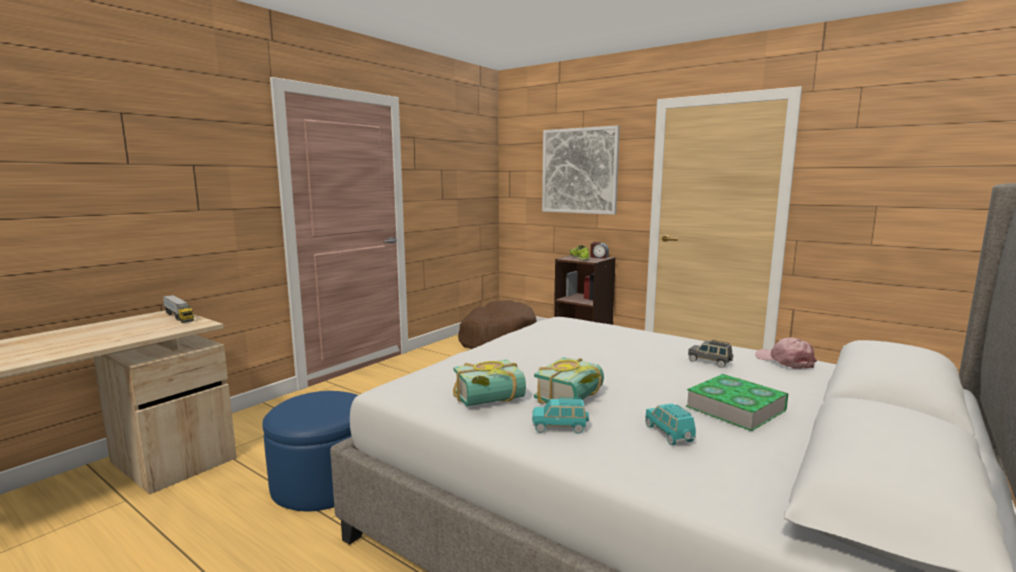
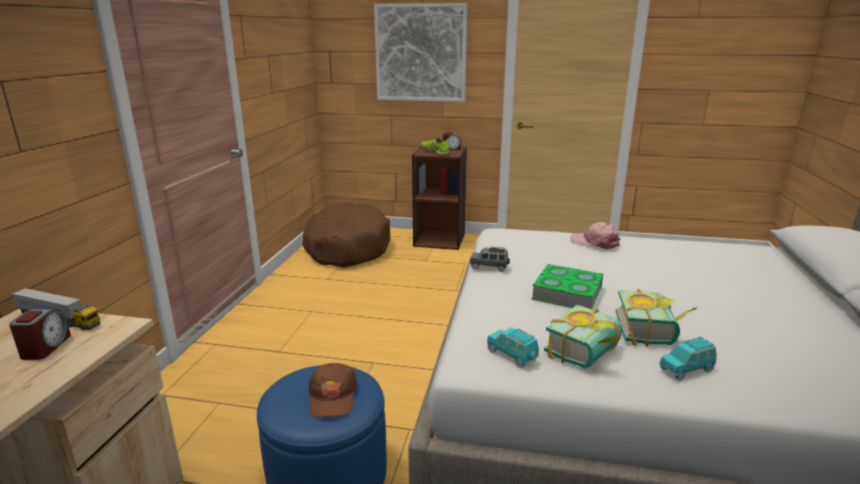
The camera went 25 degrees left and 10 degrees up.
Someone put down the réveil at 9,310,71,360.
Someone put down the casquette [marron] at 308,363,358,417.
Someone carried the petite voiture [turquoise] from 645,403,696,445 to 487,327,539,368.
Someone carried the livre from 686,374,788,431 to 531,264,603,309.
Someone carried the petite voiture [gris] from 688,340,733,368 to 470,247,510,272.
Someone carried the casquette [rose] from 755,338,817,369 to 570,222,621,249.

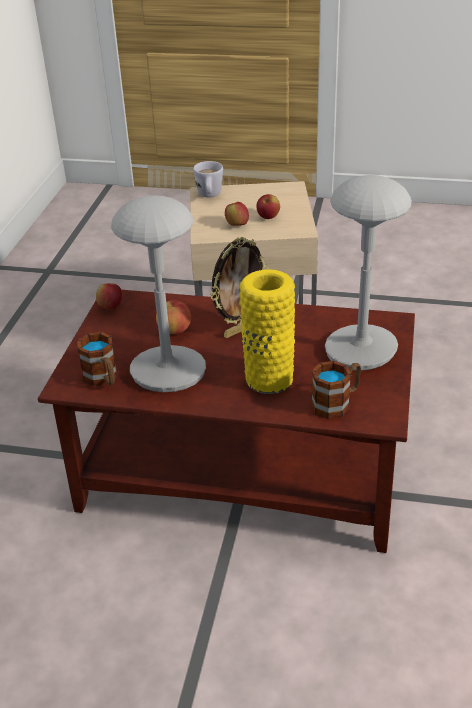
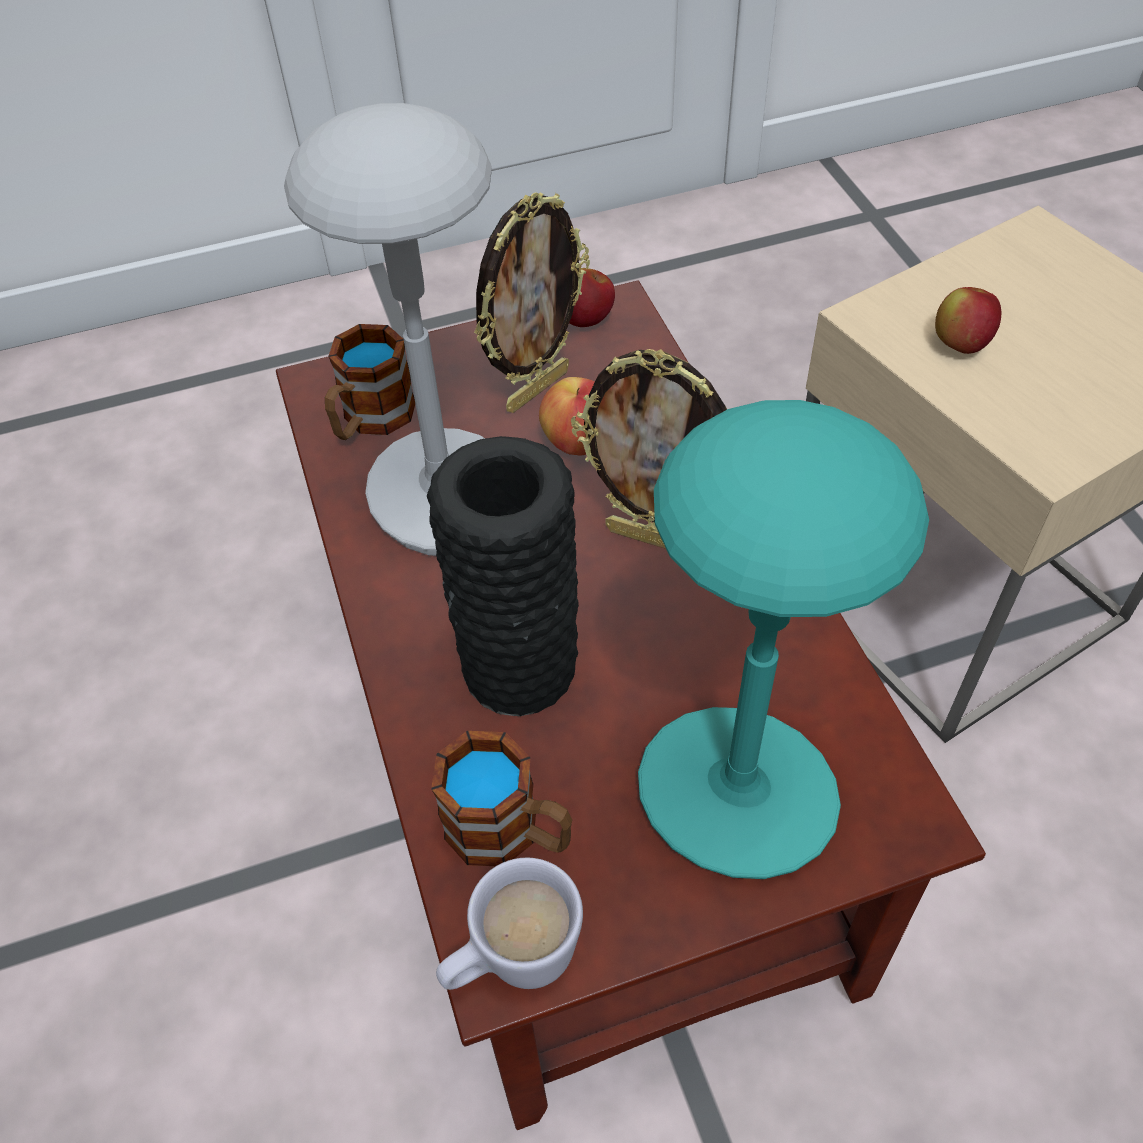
The camera went 60 degrees right and 15 degrees up.
Someone took away the pomme at 256,194,280,219.
Someone put down the cadre photo at 474,192,590,413.
Someone carried the mug [blanc] from 193,161,223,198 to 436,857,583,990.
Someone repainted the vase [jaune] at 240,269,295,394, which became the vase [noir] at 427,436,579,716.
Someone repainted the lampe de table [gris] at 325,175,412,371, which became the lampe de table [turquoise] at 638,400,929,879.

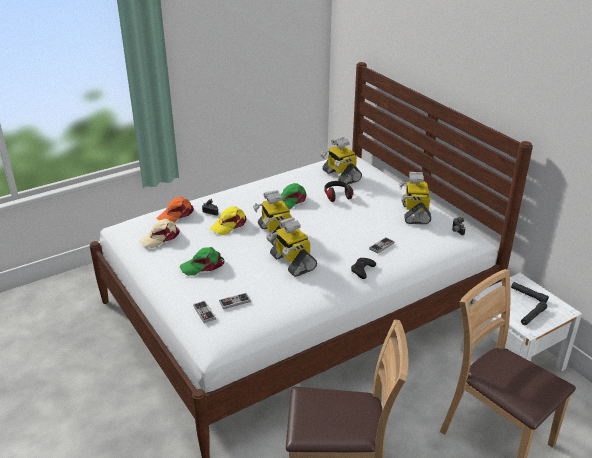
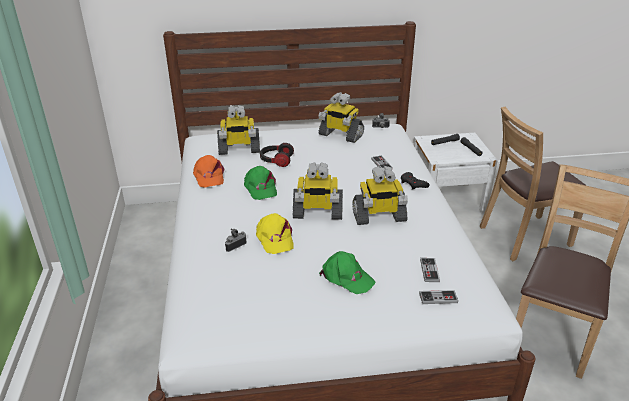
The camera went 65 degrees left and 0 degrees up.
Someone took away the casquette [beige] at 140,219,180,248.
Someone carried the casquette [orange] from 157,197,194,223 to 193,155,224,187.
Someone rotated the casquette [vert] at 180,247,224,276 by 60 degrees counterclockwise.

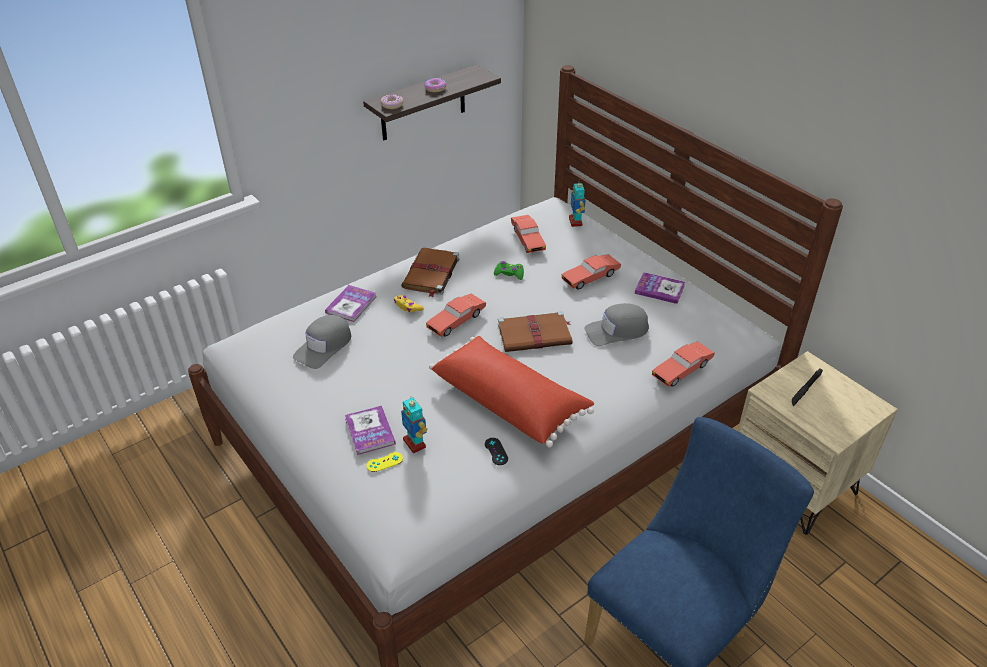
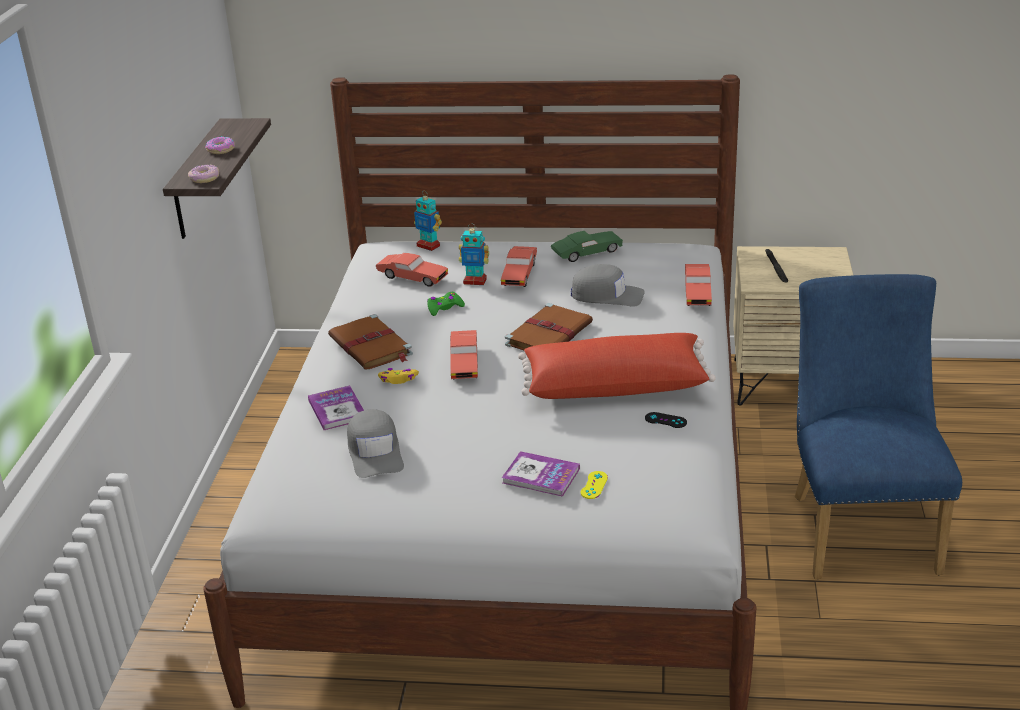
The camera went 45 degrees left and 10 degrees down.
Someone carried the robot jouet from 401,397,427,453 to 459,223,489,285.
Someone swapped the livre at 635,272,685,304 for the petite voiture [vert] at 551,231,623,262.
Someone rotated the casquette [gris] at 585,303,649,346 by 105 degrees counterclockwise.

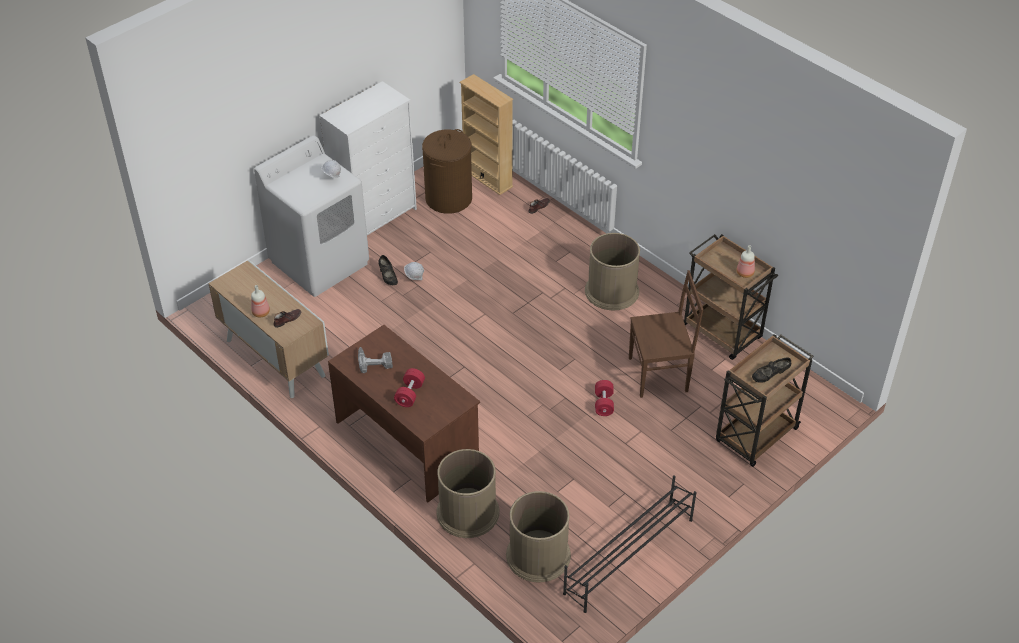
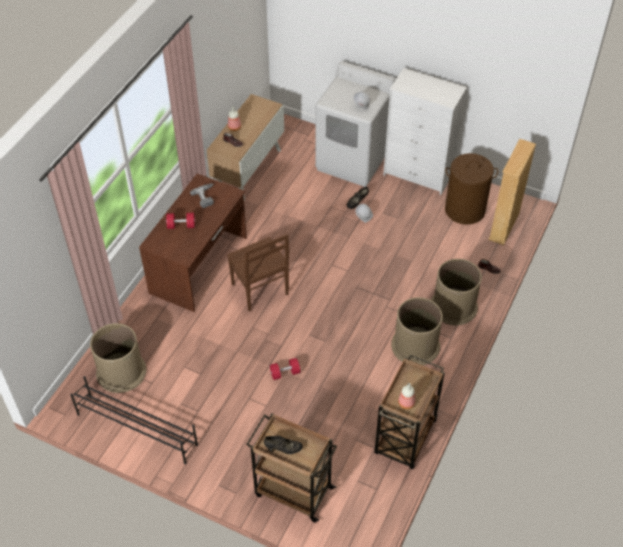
The camera went 70 degrees right and 5 degrees up.
Someone carried the poubelle [marron] from 436,449,500,538 to 431,259,482,325.
Someone carried the chaise [marron] from 629,270,703,398 to 227,234,289,311.
Someone rotated the chaussure [noir] at 752,358,791,383 by 135 degrees clockwise.

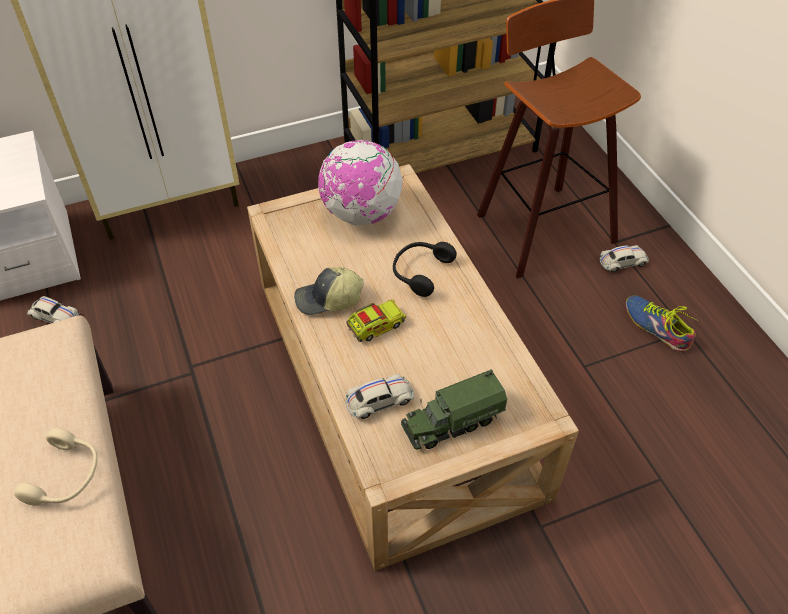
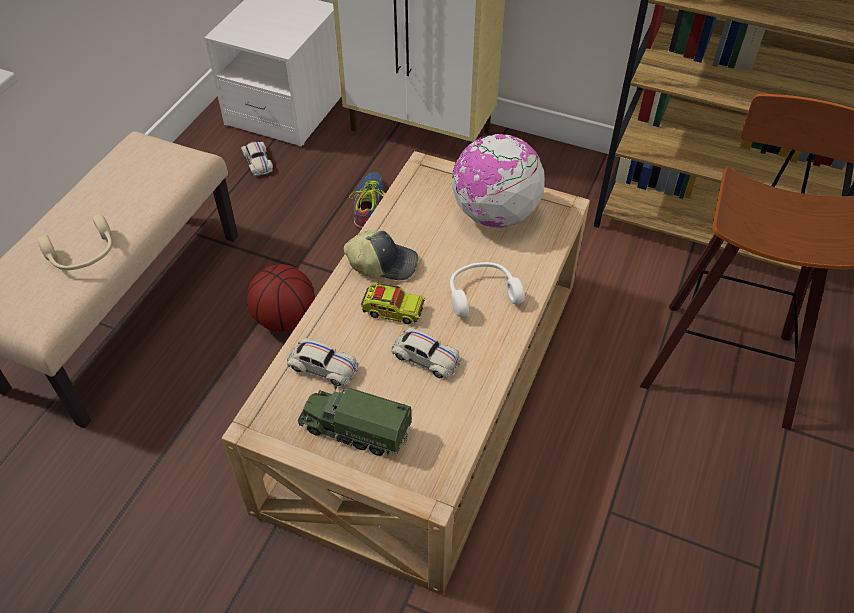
The camera went 45 degrees right and 0 degrees up.
Someone put down the ballon de basket at 247,264,315,332.
Someone carried the petite voiture [blanc] from 600,245,649,272 to 391,327,461,379.
Someone carried the chaussure from 626,296,698,352 to 349,172,385,229.
Someone repainted the casque audio [noir] at 393,242,457,297, which became the casque audio [blanc] at 450,262,525,317.
Someone rotated the casquette at 294,267,364,315 by 150 degrees clockwise.

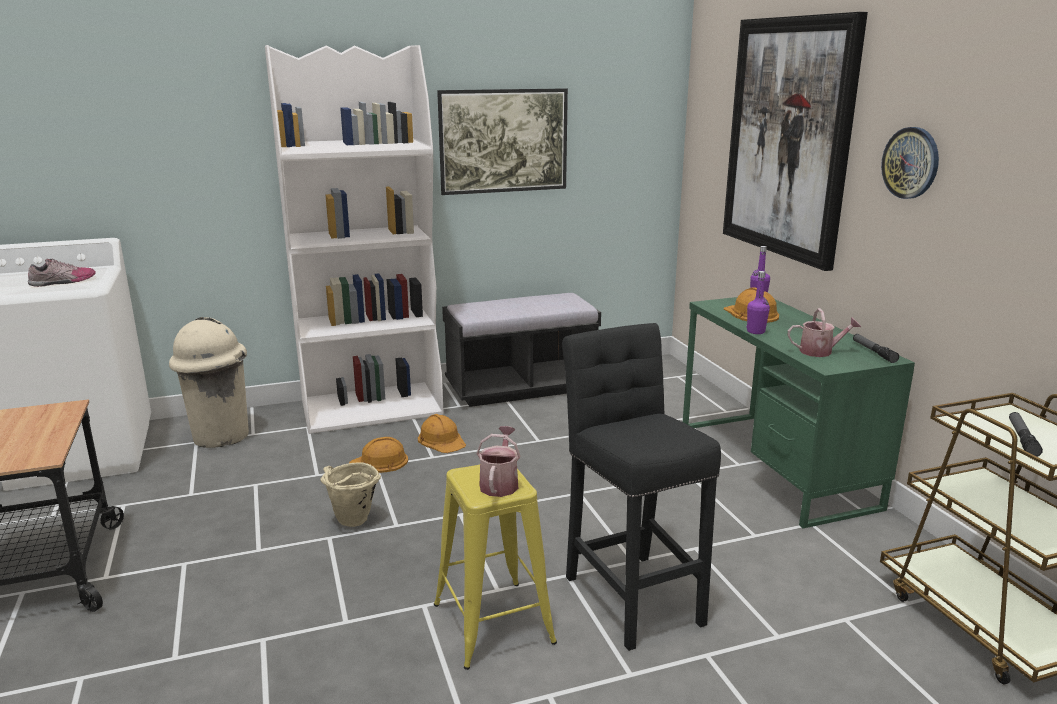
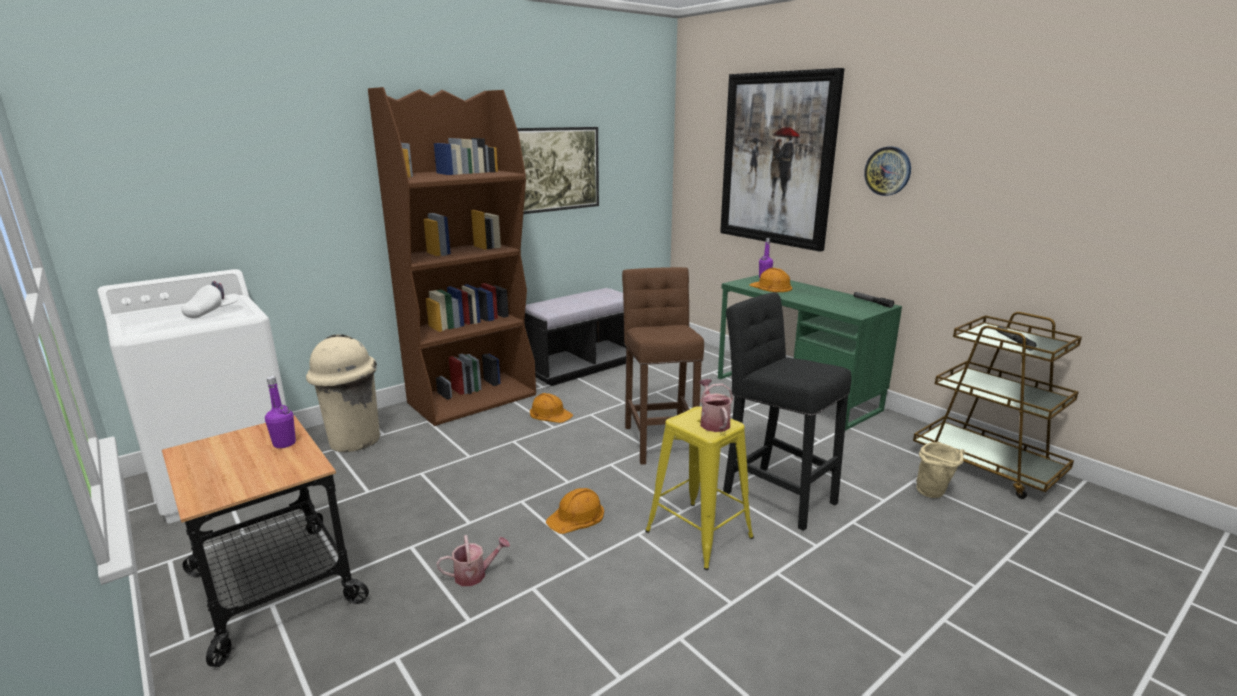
The camera went 20 degrees left and 0 degrees up.
Someone put down the tabouret [marron] at 622,267,704,465.
Someone carried the seau [beige] from 320,462,381,527 to 917,442,965,498.
Someone carried the casque de chantier [orange] from 349,437,408,473 to 546,488,604,534.
Someone carried the bouteille [violet] from 746,271,770,334 to 265,376,296,448.
Someone carried the arrosoir from 788,308,861,357 to 437,535,510,586.
Someone swapped the chaussure at 28,258,96,287 for the casquette [blanc] at 181,281,239,318.
Someone repainted the bibliothèque [blanc] at 265,45,444,434, which became the bibliothèque [marron] at 368,87,536,426.

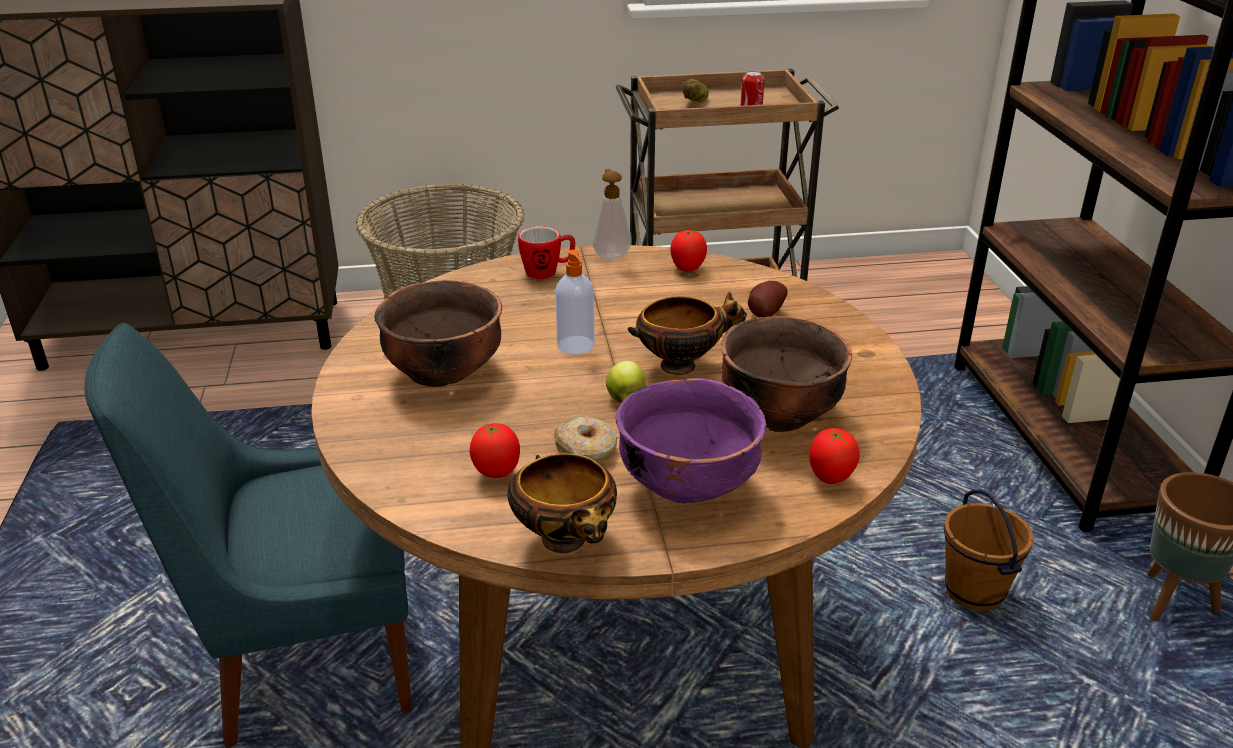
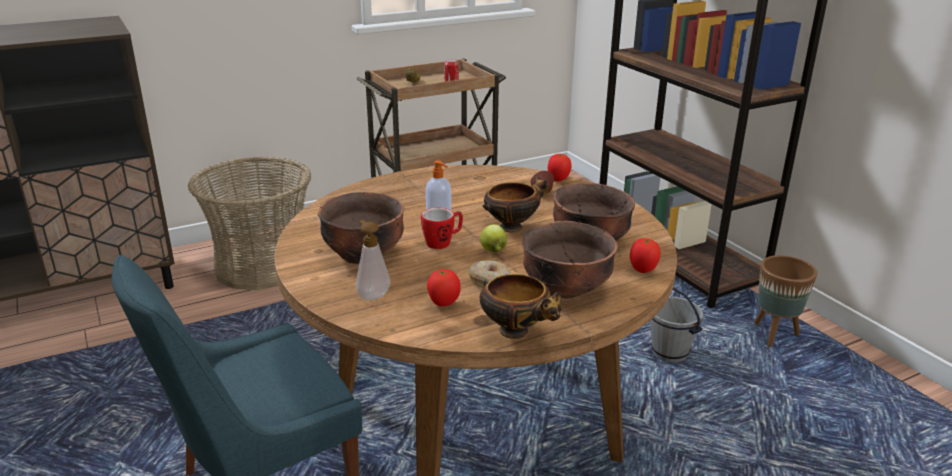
The camera went 20 degrees left and 5 degrees down.
Someone carried the mug from 518,226,575,279 to 421,208,463,249.
Someone carried the distributeur de savon from 593,169,632,259 to 356,220,390,300.
Someone carried the tomate from 670,230,707,272 to 548,154,572,181.
Someone repainted the bol [violet] at 615,378,767,504, which became the bol [marron] at 522,221,618,298.
Someone repainted the seau [marron] at 944,490,1034,611, which became the seau [gris] at 650,287,703,362.

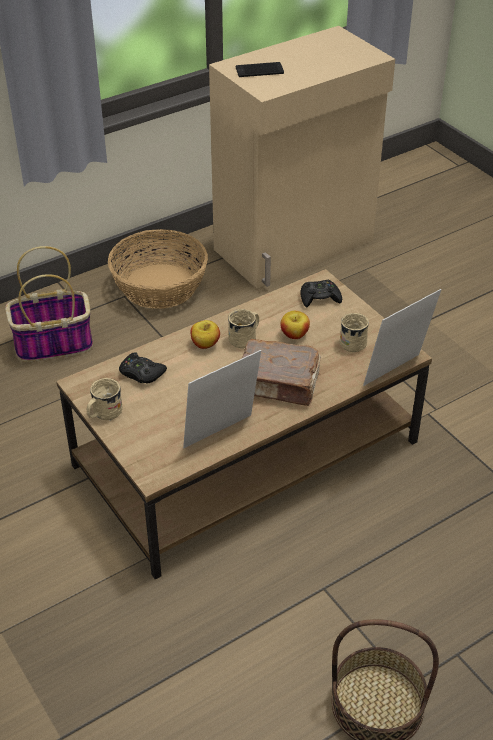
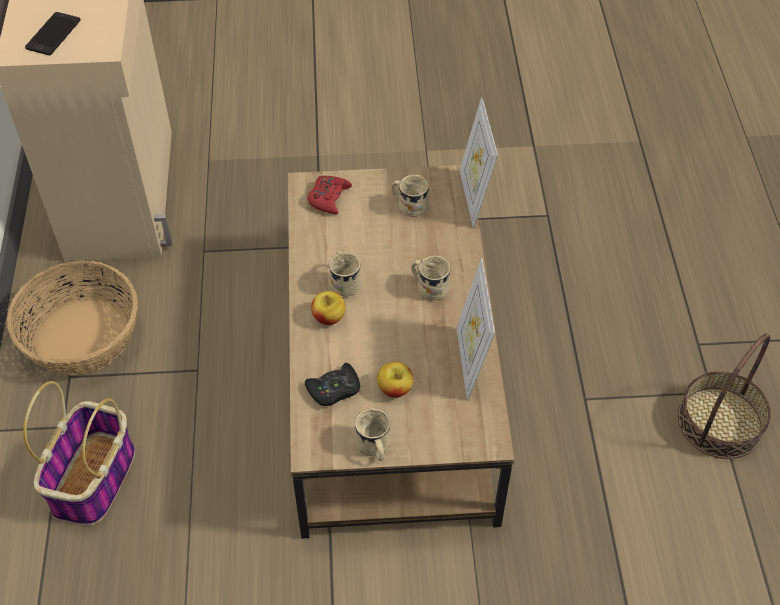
The camera went 60 degrees left and 10 degrees up.
Someone carried the pomme from 281,311,310,339 to 377,362,413,398.
Someone swapped the livre [marron] at 242,339,321,406 for the mug [beige] at 411,256,451,300.
Someone repainted the manette [noir] at 300,280,342,308, which became the manette [rouge] at 307,176,352,215.

